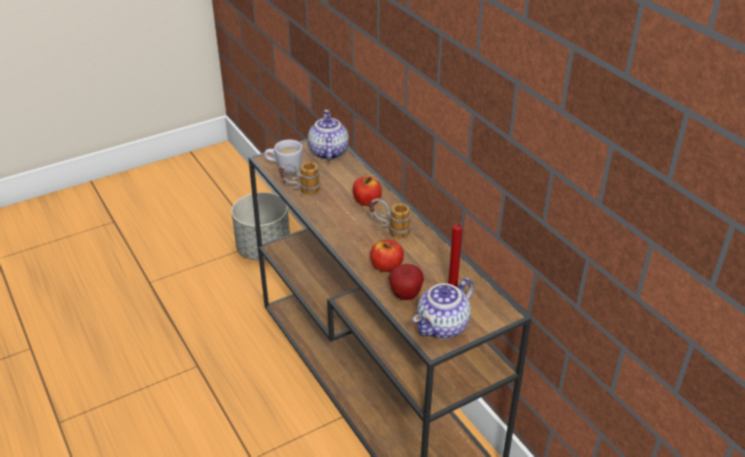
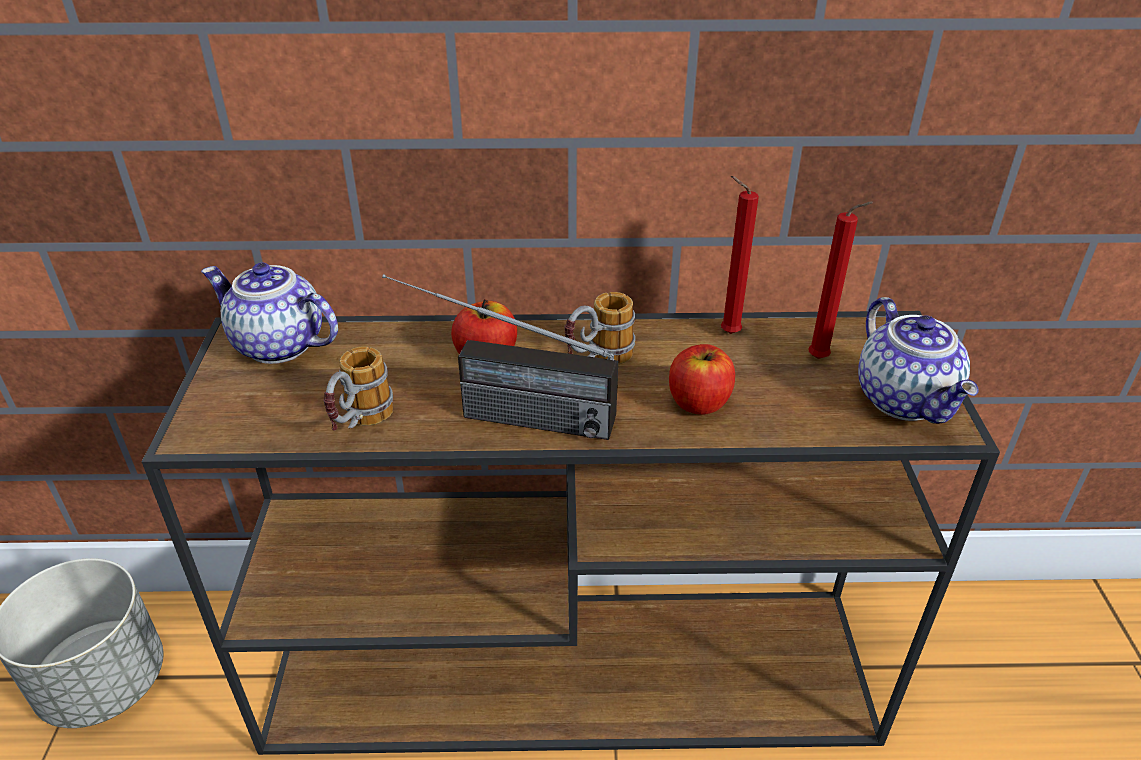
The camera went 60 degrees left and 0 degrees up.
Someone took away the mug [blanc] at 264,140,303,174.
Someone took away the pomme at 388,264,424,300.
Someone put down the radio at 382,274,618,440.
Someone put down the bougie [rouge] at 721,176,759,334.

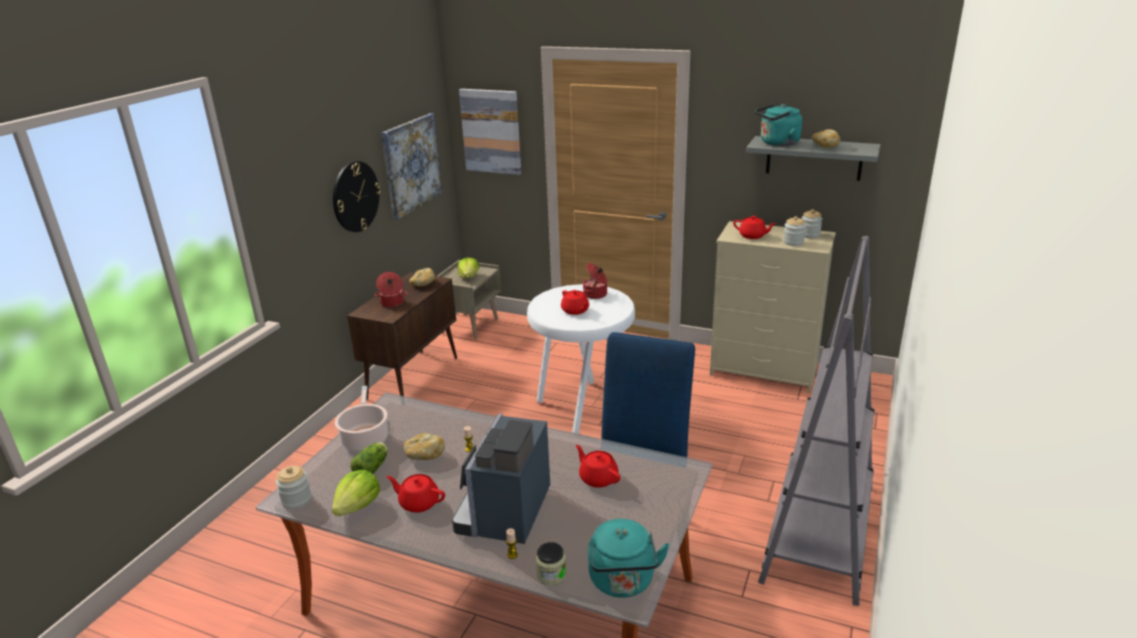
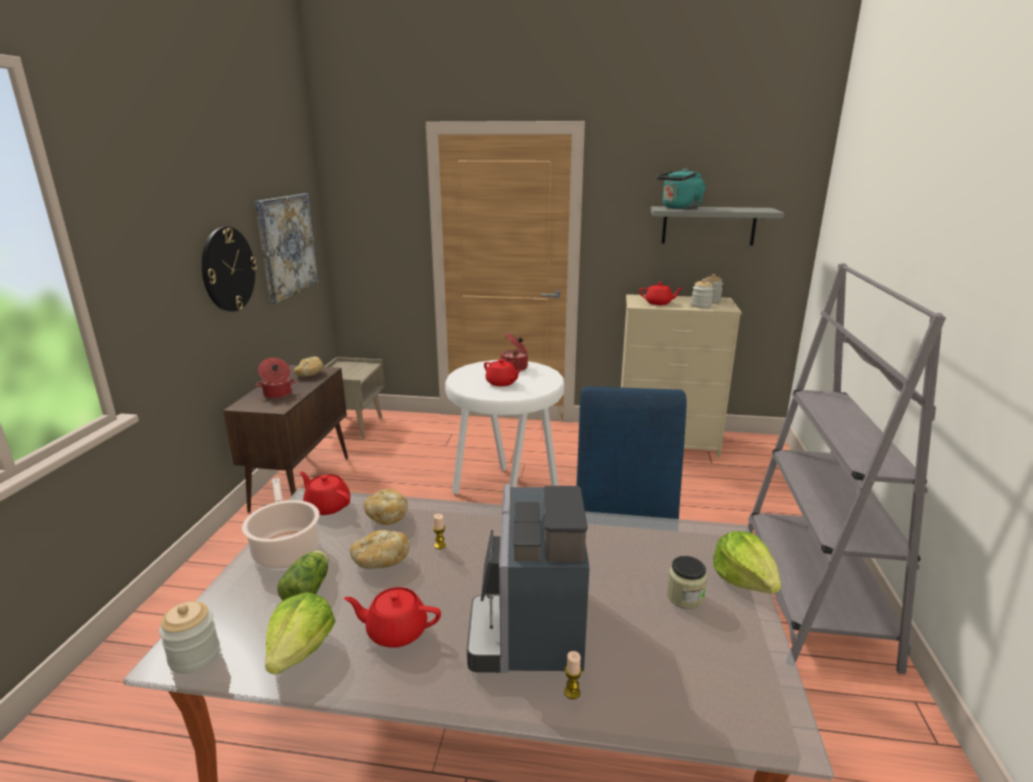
The camera went 15 degrees left and 5 degrees down.
Someone took away the tableau at 459,89,521,175.
Someone took away the bouilloire [turquoise] at 588,519,669,598.
Someone carried the laitue from 458,258,479,279 to 713,531,781,594.
Someone carried the bocal from 536,542,566,586 to 667,556,707,609.
Someone carried the théière [rouge] from 576,445,621,488 to 300,471,350,515.
Someone carried the pain from 812,129,840,148 to 364,489,408,525.

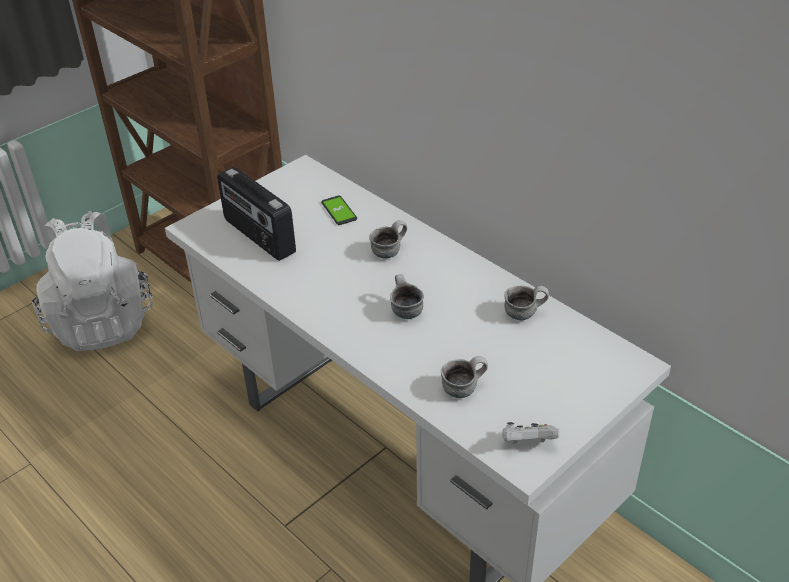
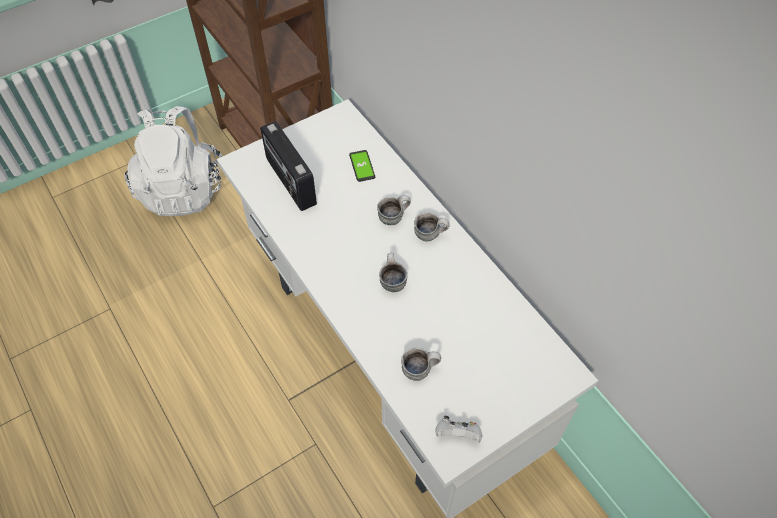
The camera went 10 degrees right and 15 degrees up.
Someone carried the mug from 504,286,549,320 to 414,212,450,241.

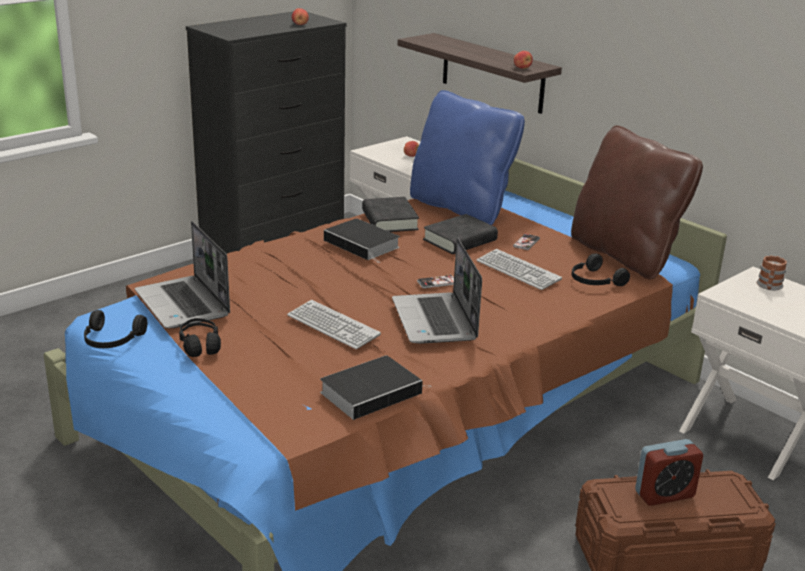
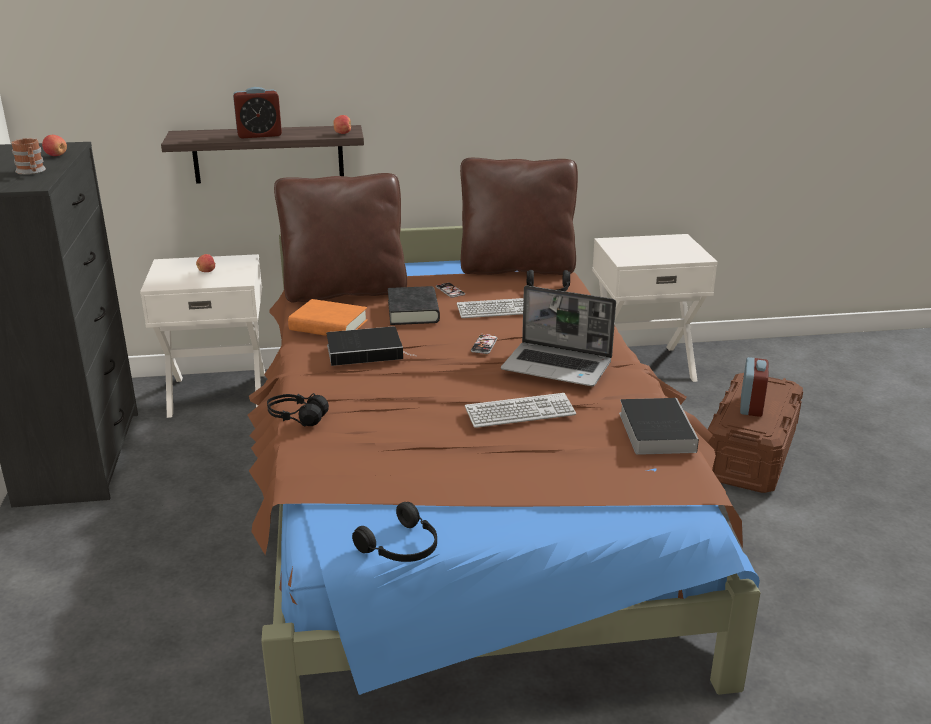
The camera went 55 degrees left and 0 degrees up.
Someone took away the ordinateur portable at 135,221,230,328.
Someone put down the réveil at 233,87,282,139.
Someone carried the casque audio [noir] from 179,318,221,357 to 267,393,329,426.
Someone carried the mug from 756,256,787,290 to 11,138,46,175.
Someone repainted the livre [noir] at 362,197,419,232, which became the livre [orange] at 288,299,368,336.
Someone repainted the coussin [bleu] at 410,90,525,225, which became the coussin [marron] at 274,173,407,303.

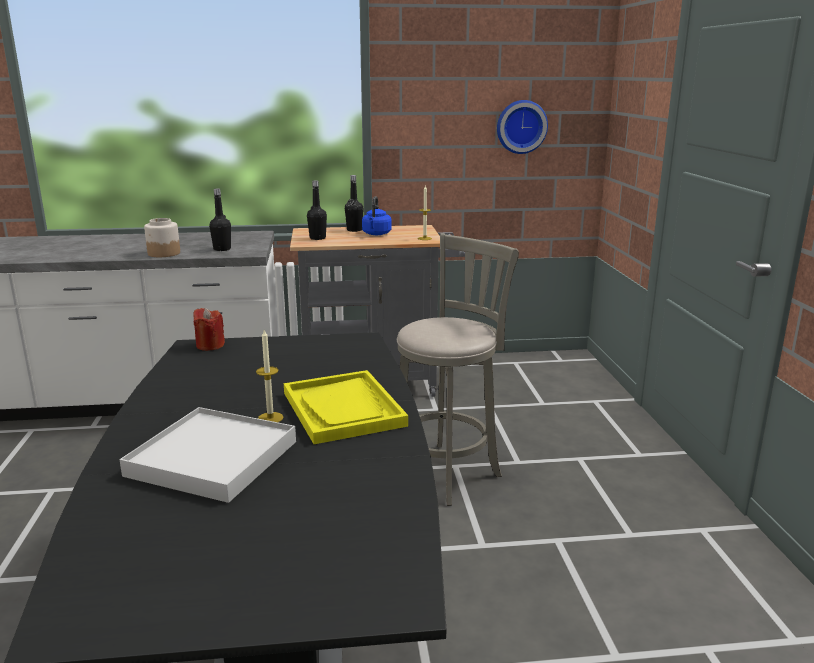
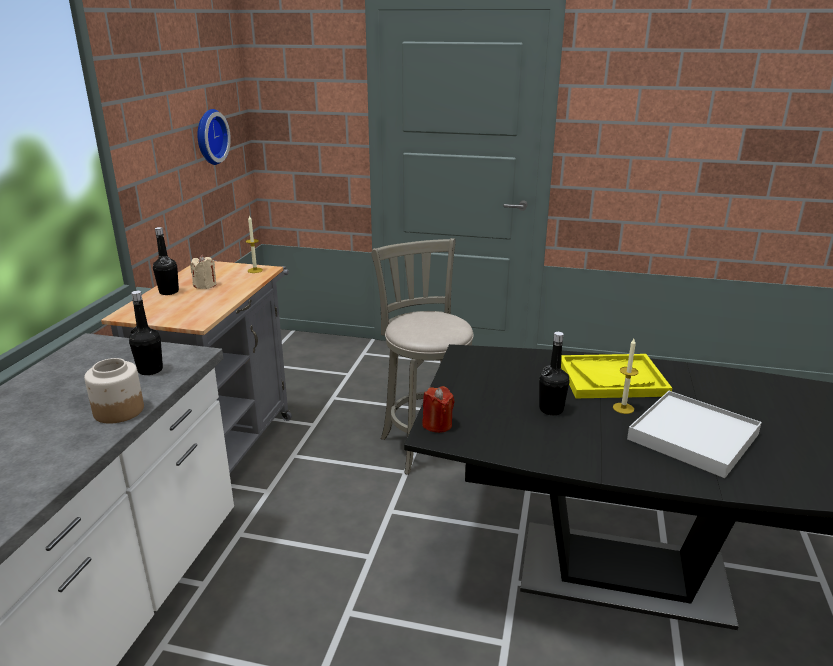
The camera went 70 degrees left and 5 degrees up.
Someone carried the bouteille [noir] from 307,180,327,240 to 539,332,569,415.
Someone swapped the bouilloire [bleu] at 362,196,392,235 for the bougie [beige] at 190,255,216,289.

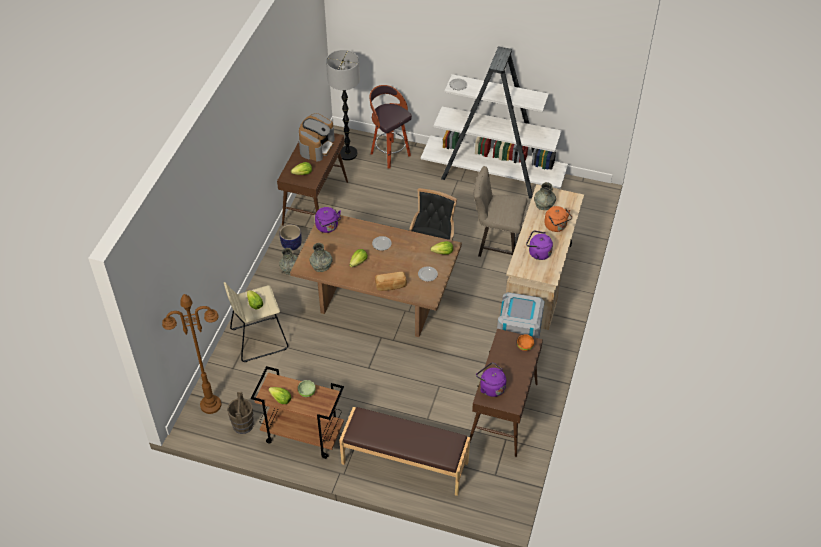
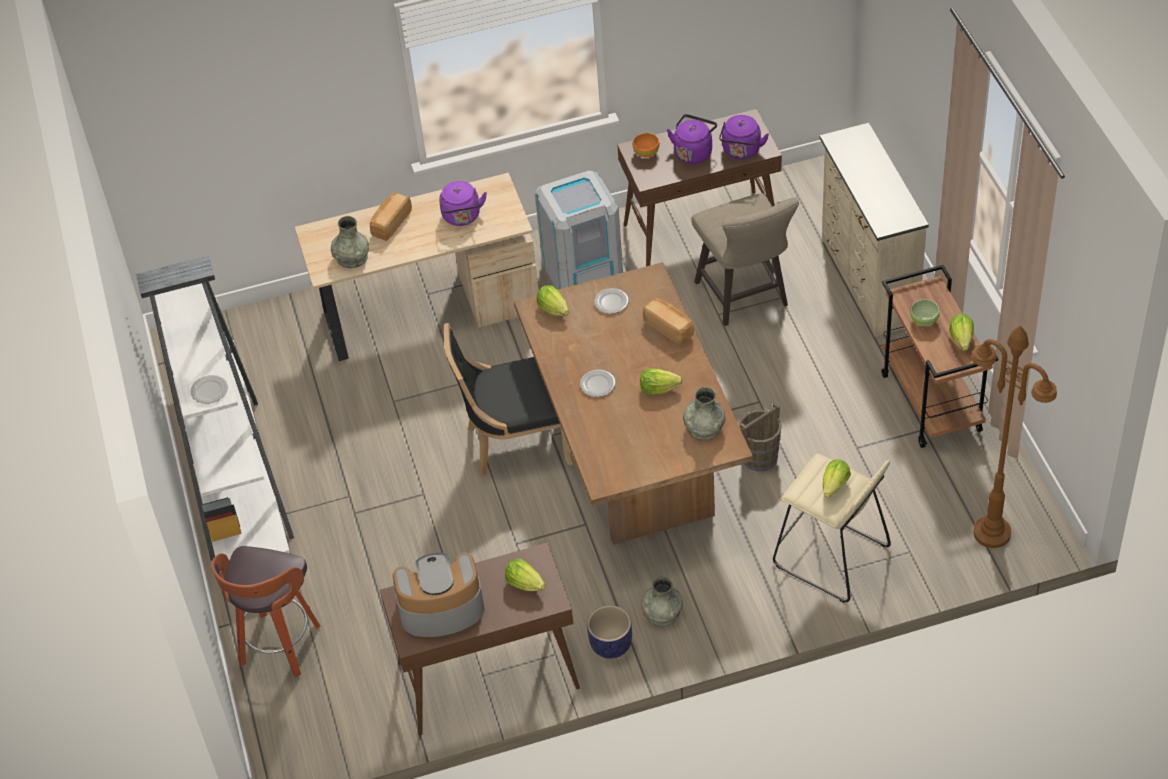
The camera went 120 degrees left and 0 degrees up.
Someone took away the lampadaire at 326,50,360,161.
Someone carried the seau [marron] from 227,392,254,434 to 739,402,782,472.
Someone carried the bouilloire [violet] from 315,207,341,233 to 667,114,717,164.
Someone carried the tabouret [beige] from 474,166,527,257 to 692,193,799,326.
Someone swapped the banc [marron] at 339,407,470,496 for the commode [beige] at 820,123,929,337.
Someone swapped the bouilloire [orange] at 544,206,572,232 for the pain at 370,193,412,241.

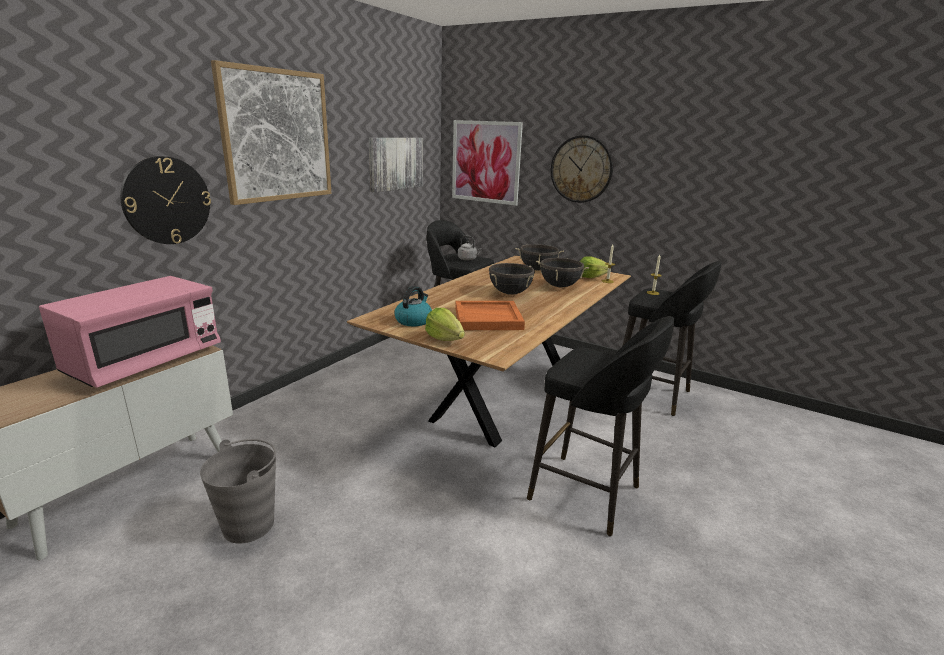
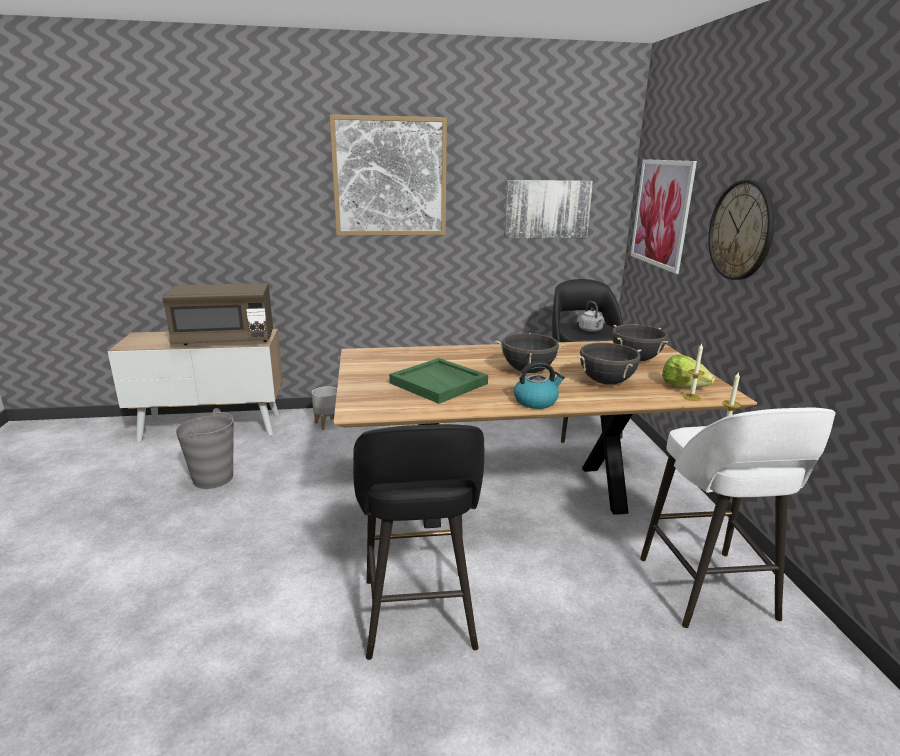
The camera went 50 degrees right and 0 degrees up.
Someone took away the horloge murale at 120,156,211,244.
Someone took away the laitue at 425,308,465,341.
Someone put down the cache-pot [gris] at 312,386,337,430.
Someone carried the bouilloire from 394,286,432,326 to 514,361,565,409.
Someone repainted the micro-ondes [rose] at 39,276,221,388, which became the micro-ondes [marron] at 162,283,273,345.
Someone repainted the plateau [orange] at 455,301,525,330, which became the plateau [vert] at 389,358,488,404.
Someone repainted the tabouret [noir] at 622,261,722,416, which became the tabouret [blanc] at 640,408,836,628.

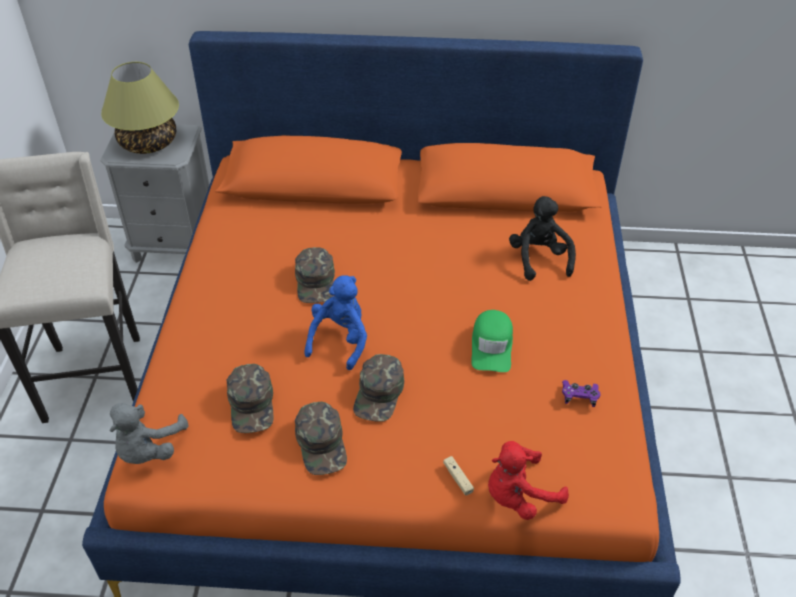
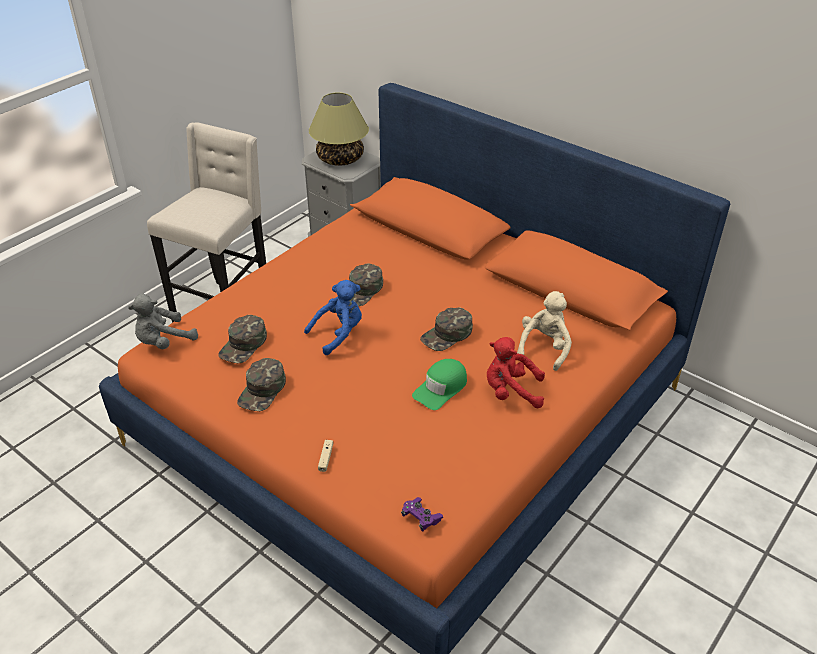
The camera went 35 degrees right and 5 degrees down.
Someone carried the casquette [vert] from 353,354,404,422 to 420,307,473,351.
Someone carried the peluche [rouge] from 488,441,569,520 to 487,337,545,408.
Someone carried the manette [violet] from 562,380,600,407 to 401,497,443,531.
Someone repainted the peluche [noir] at 509,196,576,281, which became the peluche [beige] at 517,291,572,371.

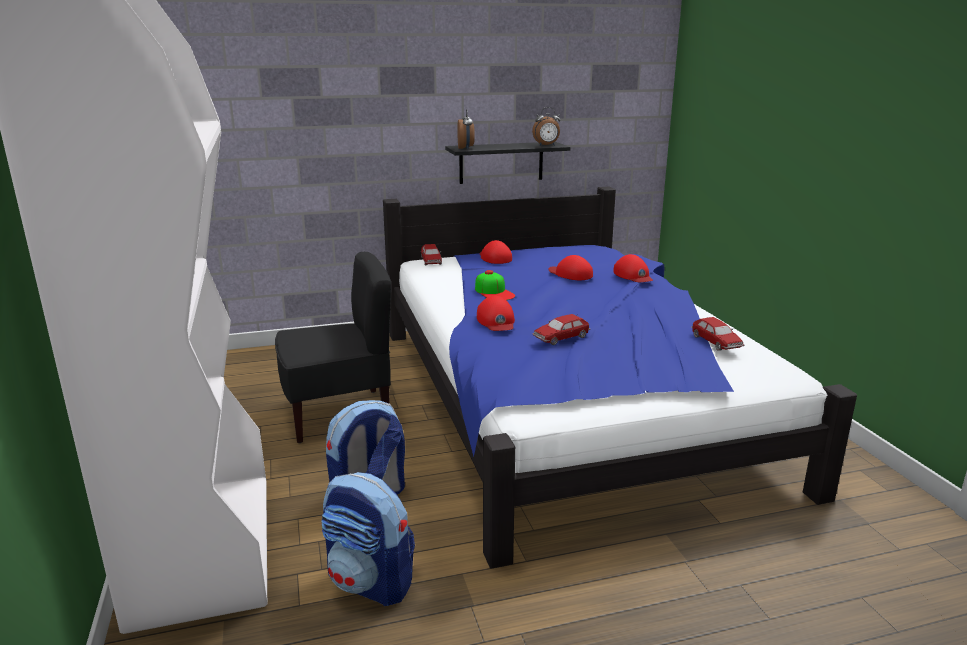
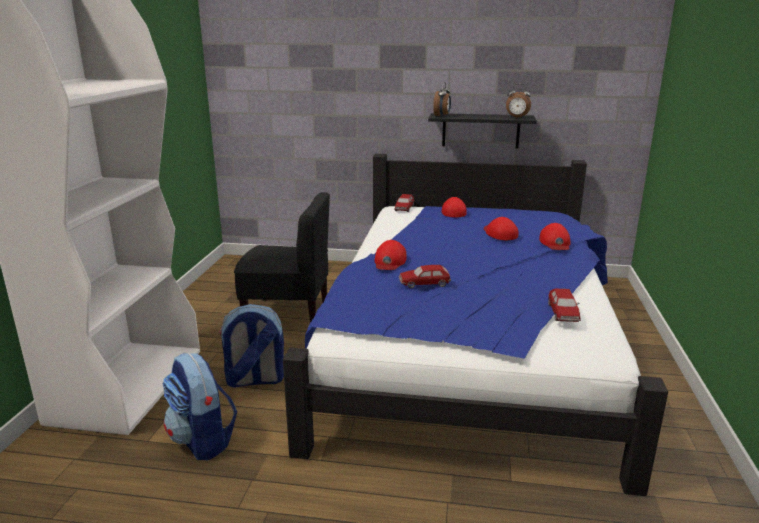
The camera went 25 degrees right and 0 degrees up.
Someone took away the casquette at 475,270,515,300.

